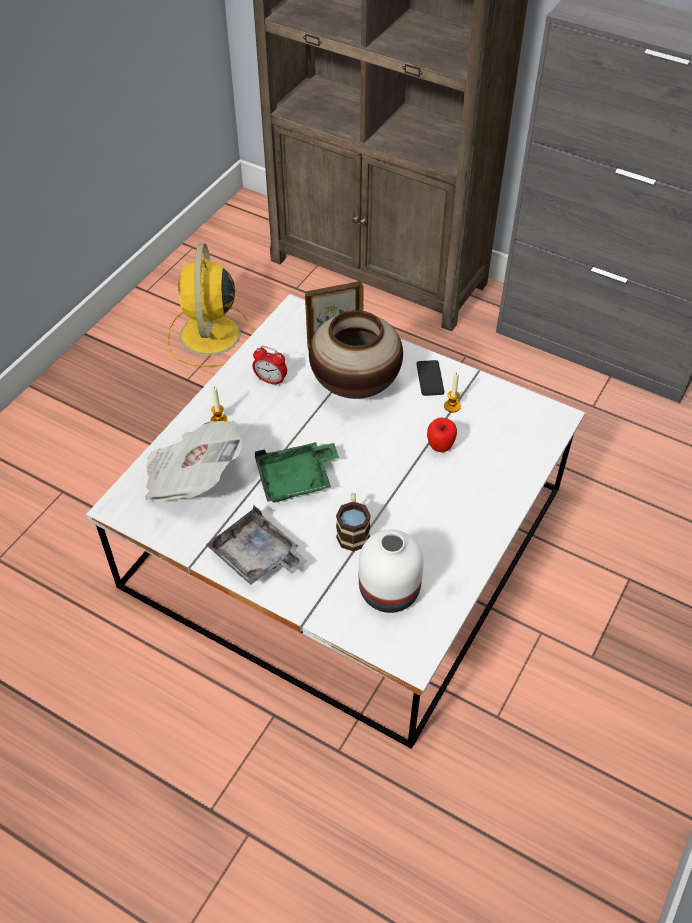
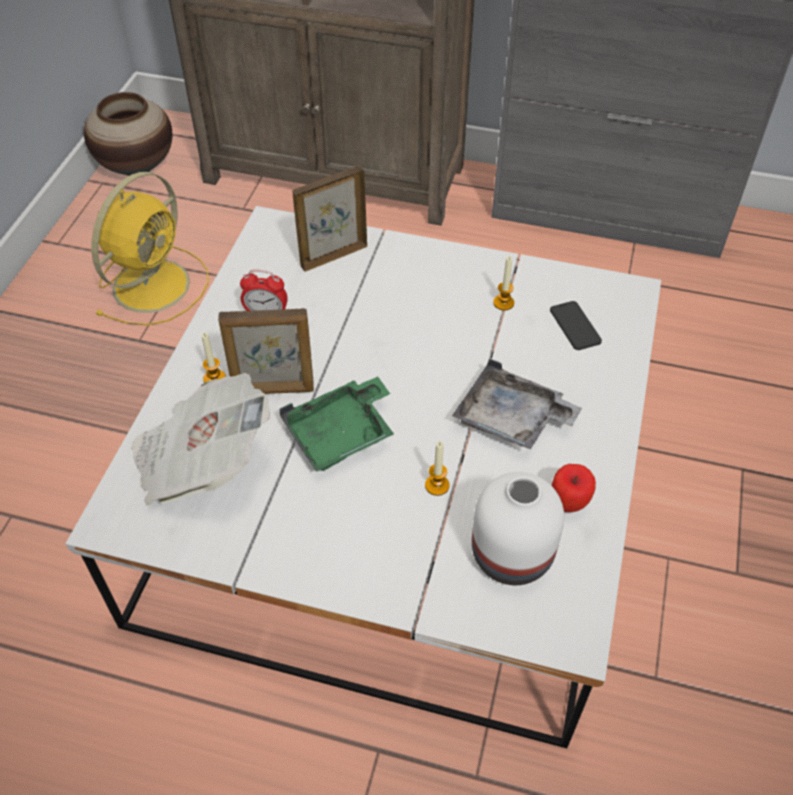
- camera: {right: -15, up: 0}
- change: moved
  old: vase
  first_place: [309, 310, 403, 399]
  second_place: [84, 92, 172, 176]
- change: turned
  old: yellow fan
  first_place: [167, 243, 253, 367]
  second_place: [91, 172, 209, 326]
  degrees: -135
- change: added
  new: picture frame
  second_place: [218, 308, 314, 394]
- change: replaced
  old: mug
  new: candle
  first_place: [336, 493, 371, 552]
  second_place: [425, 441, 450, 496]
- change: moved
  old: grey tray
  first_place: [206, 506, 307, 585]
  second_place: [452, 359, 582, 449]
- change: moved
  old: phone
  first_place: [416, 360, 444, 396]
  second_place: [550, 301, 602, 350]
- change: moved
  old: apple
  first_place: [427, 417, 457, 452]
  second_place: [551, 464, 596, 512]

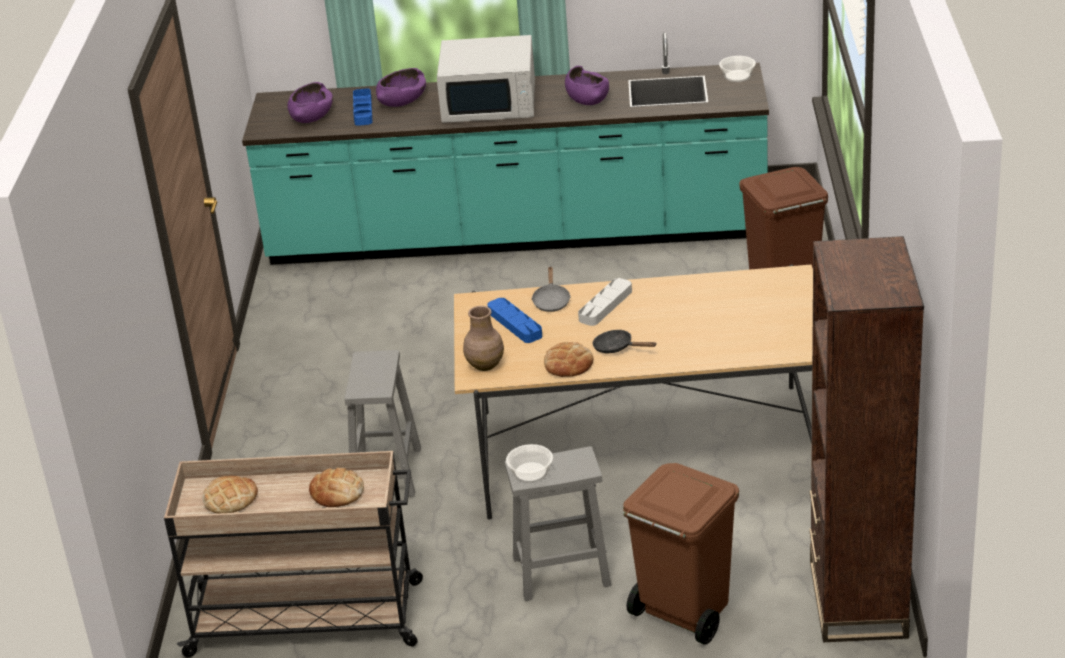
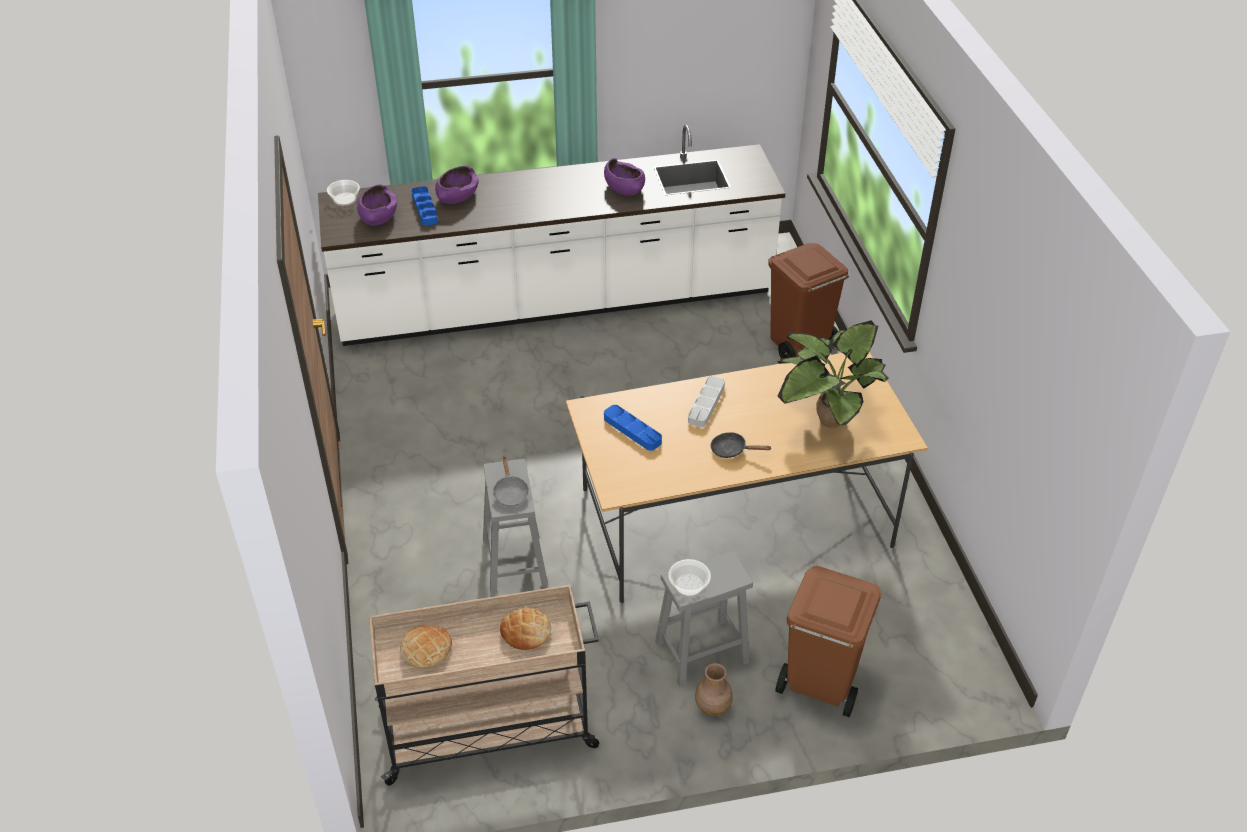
- camera: {right: -15, up: 10}
- change: recoloured
  old: turquoise counter
  new: white counter
  first_place: [242, 32, 769, 265]
  second_place: [318, 125, 786, 346]
- change: moved
  old: bowl
  first_place: [719, 56, 756, 82]
  second_place: [327, 180, 360, 206]
- change: moved
  old: grey frying pan
  first_place: [531, 266, 571, 312]
  second_place: [493, 456, 529, 507]
- change: moved
  old: brown vase
  first_place: [463, 306, 504, 371]
  second_place: [695, 663, 733, 716]
- change: added
  new: potted plant
  second_place: [777, 320, 889, 428]
- change: removed
  old: white microwave
  first_place: [437, 35, 535, 123]
- change: removed
  old: bread
  first_place: [544, 342, 594, 377]
- change: removed
  old: brown bookcase
  first_place: [809, 236, 924, 642]

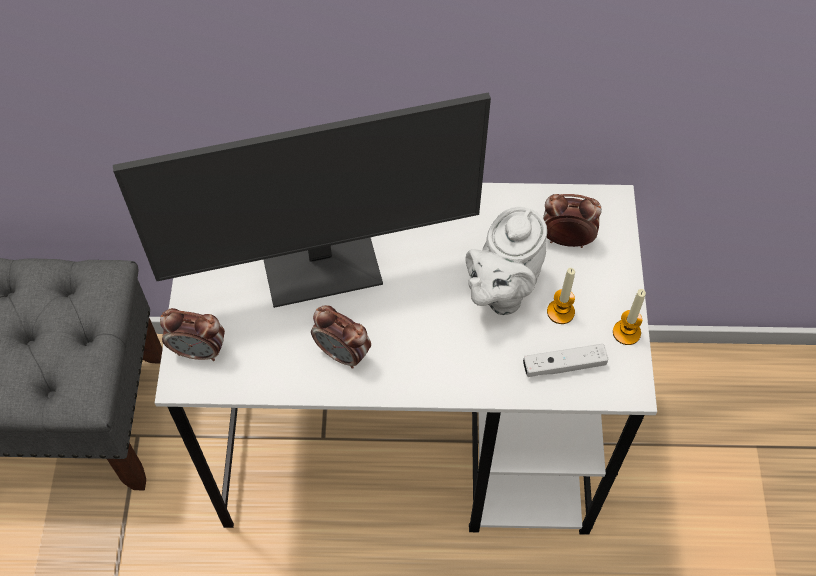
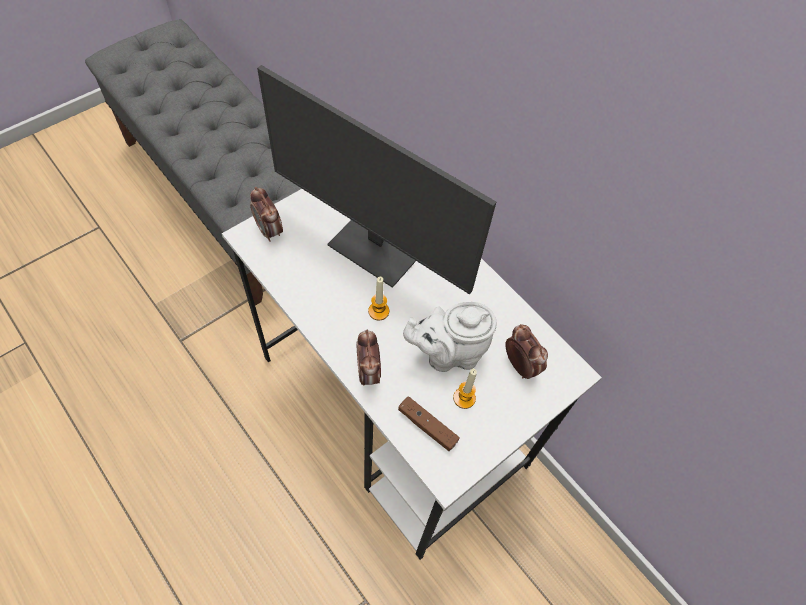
- camera: {right: 45, up: 0}
- change: moved
  old: alarm clock
  first_place: [311, 305, 371, 369]
  second_place: [356, 330, 381, 386]
- change: moved
  old: candle
  first_place: [613, 289, 646, 345]
  second_place: [368, 277, 389, 321]
- change: recoloured
  old: white game controller
  new: brown game controller
  first_place: [523, 344, 609, 377]
  second_place: [398, 396, 460, 451]

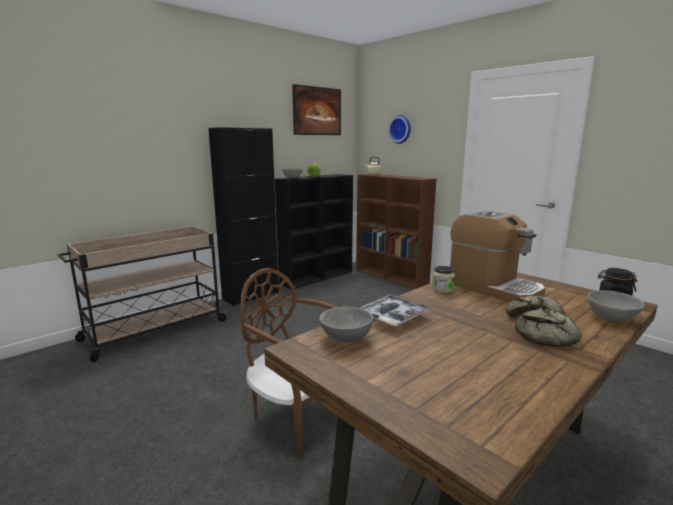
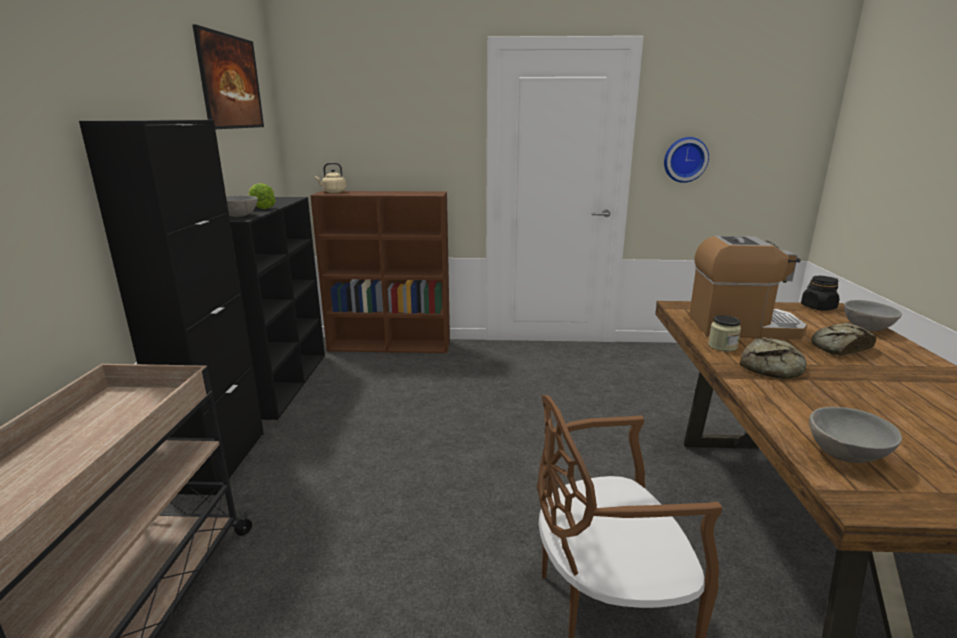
- camera: {right: -45, up: 5}
- change: moved
  old: wall clock
  first_place: [388, 115, 411, 144]
  second_place: [664, 137, 709, 183]
- change: moved
  old: bread
  first_place: [515, 308, 582, 347]
  second_place: [740, 337, 806, 379]
- change: removed
  old: tray
  first_place: [360, 295, 433, 327]

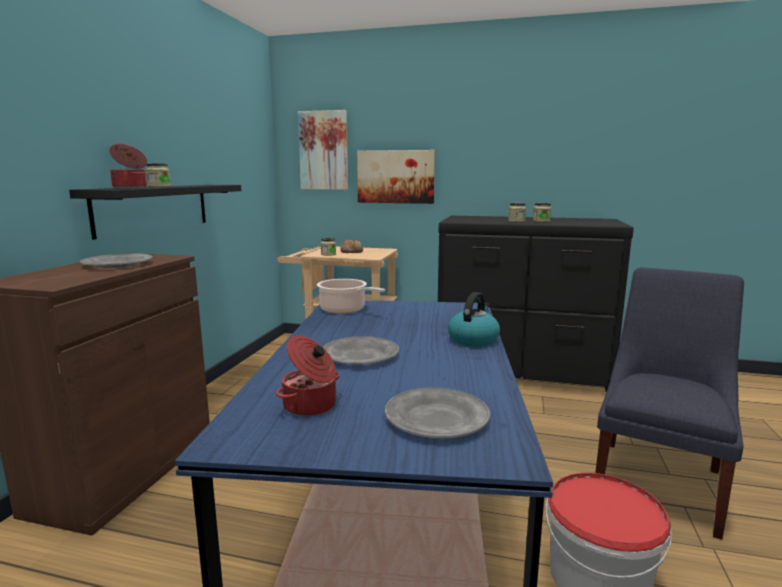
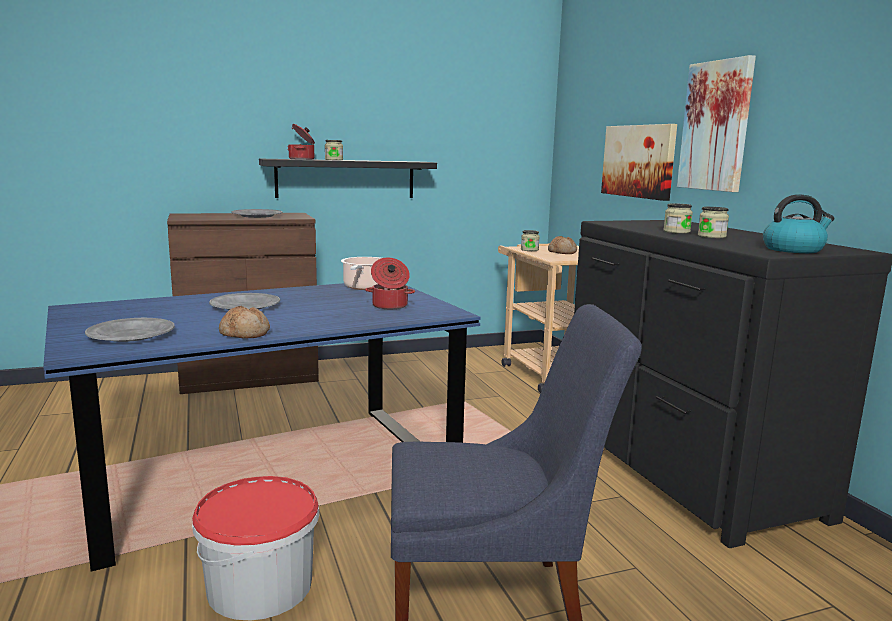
- camera: {right: 55, up: 0}
- change: added
  new: bread
  second_place: [219, 306, 270, 339]
- change: moved
  old: cooking pot
  first_place: [276, 335, 340, 416]
  second_place: [365, 257, 415, 309]
- change: moved
  old: picture
  first_place: [298, 110, 348, 190]
  second_place: [677, 55, 756, 192]
- change: moved
  old: kettle
  first_place: [448, 292, 500, 347]
  second_place: [763, 194, 835, 253]

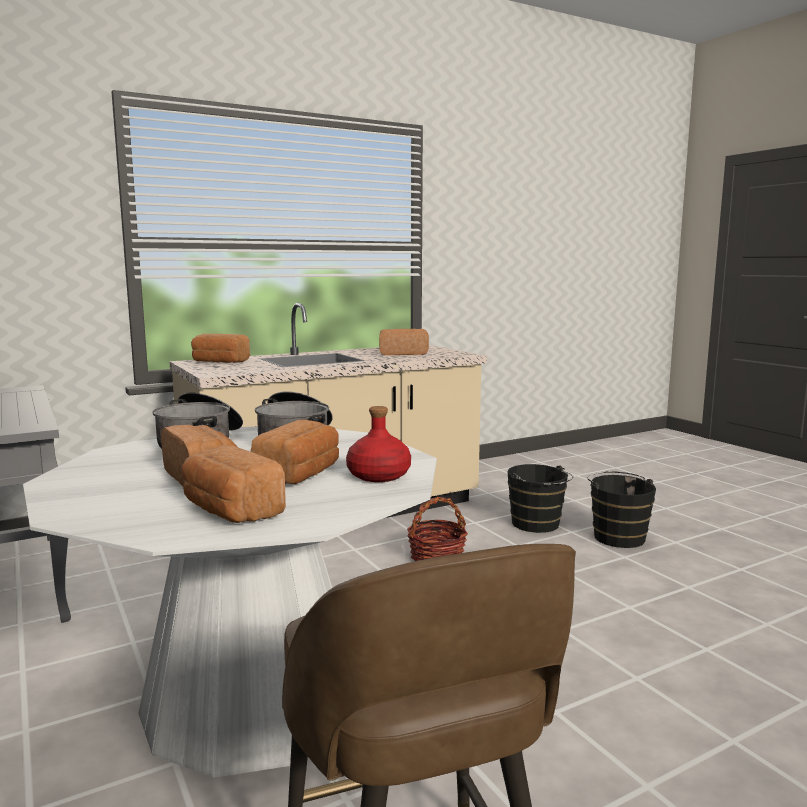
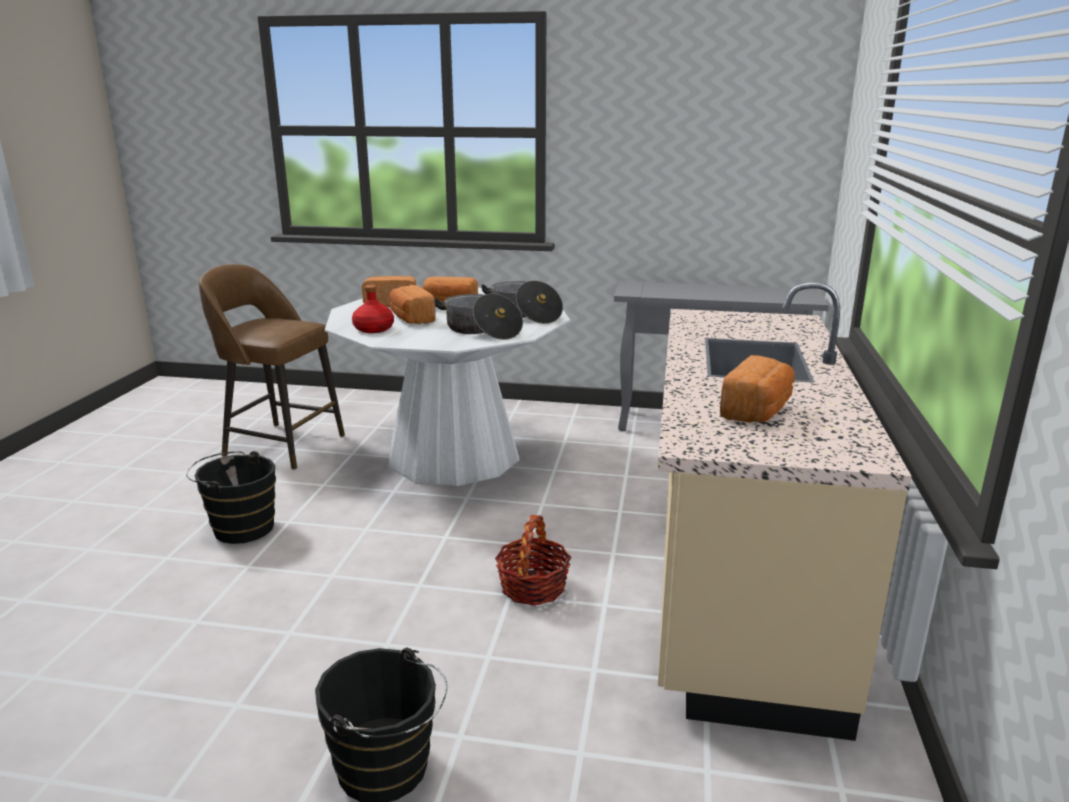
- camera: {right: 130, up: 10}
- change: moved
  old: black bucket
  first_place: [508, 464, 573, 533]
  second_place: [186, 451, 276, 544]
- change: removed
  old: bread
  first_place: [191, 334, 250, 363]

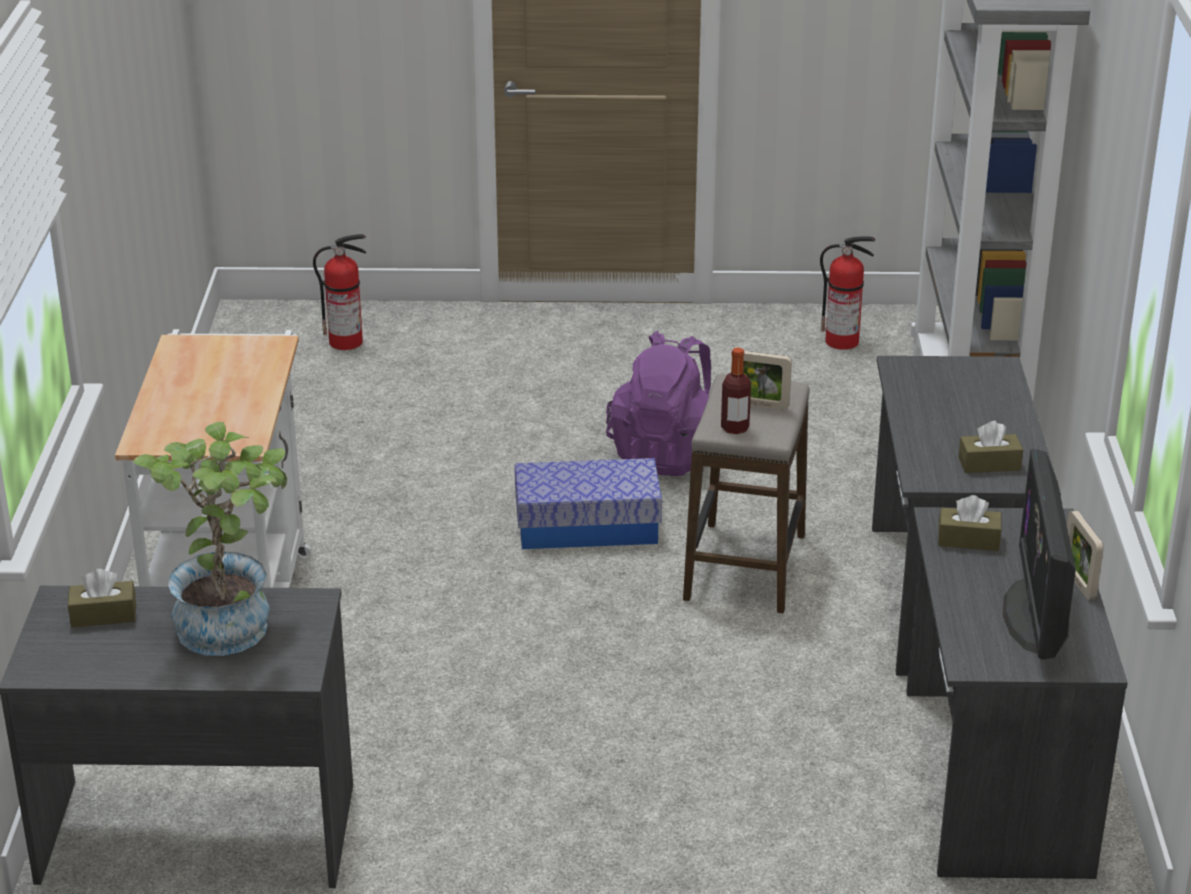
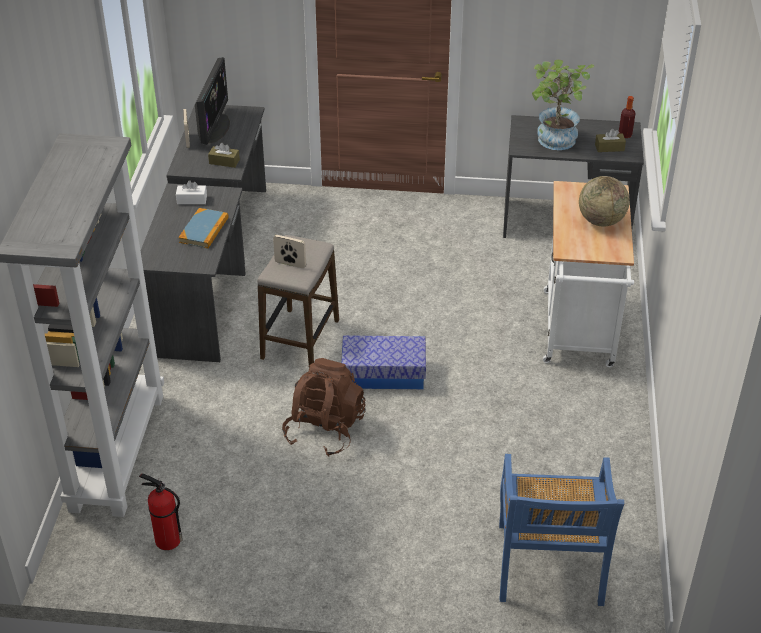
- camera: {right: -175, up: 10}
- change: recoloured
  old: brown tissue box
  new: white tissue box
  first_place: [958, 421, 1023, 473]
  second_place: [176, 180, 207, 204]
- change: added
  new: book
  second_place: [178, 208, 229, 248]
- change: recoloured
  old: purple backpack
  new: brown backpack
  first_place: [606, 331, 711, 476]
  second_place: [282, 358, 366, 457]
- change: replaced
  old: fire extinguisher
  new: blue chair
  first_place: [313, 234, 366, 350]
  second_place: [499, 454, 624, 606]
- change: added
  new: globe
  second_place: [579, 176, 630, 227]
- change: moved
  old: bottle
  first_place: [721, 347, 751, 434]
  second_place: [618, 96, 636, 138]

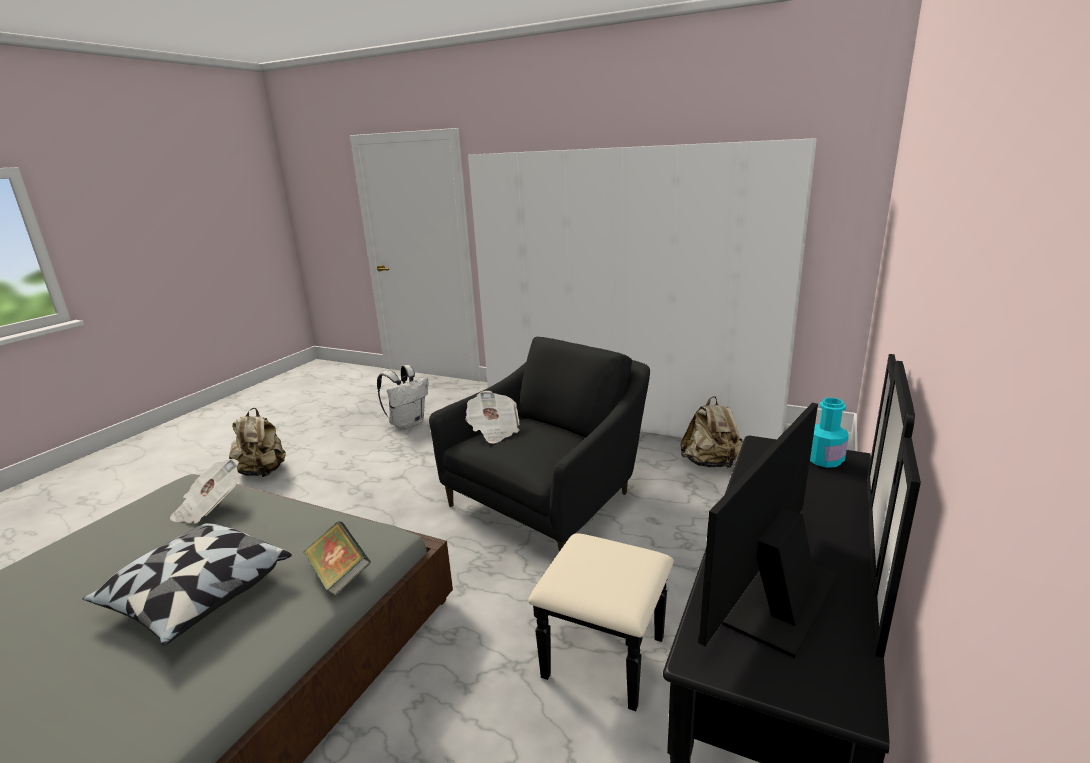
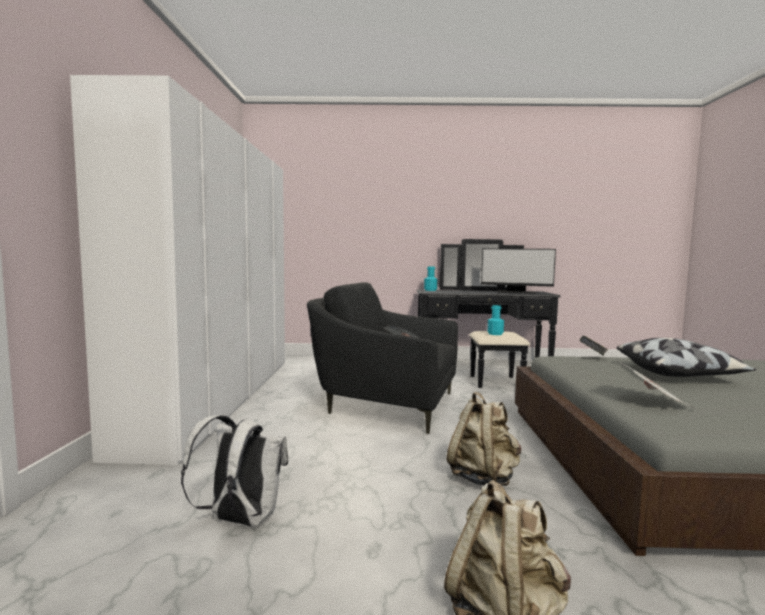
- camera: {right: -115, up: -15}
- change: moved
  old: beige backpack
  first_place: [681, 396, 743, 468]
  second_place: [447, 391, 521, 486]
- change: added
  new: turquoise bottle
  second_place: [487, 305, 504, 335]

